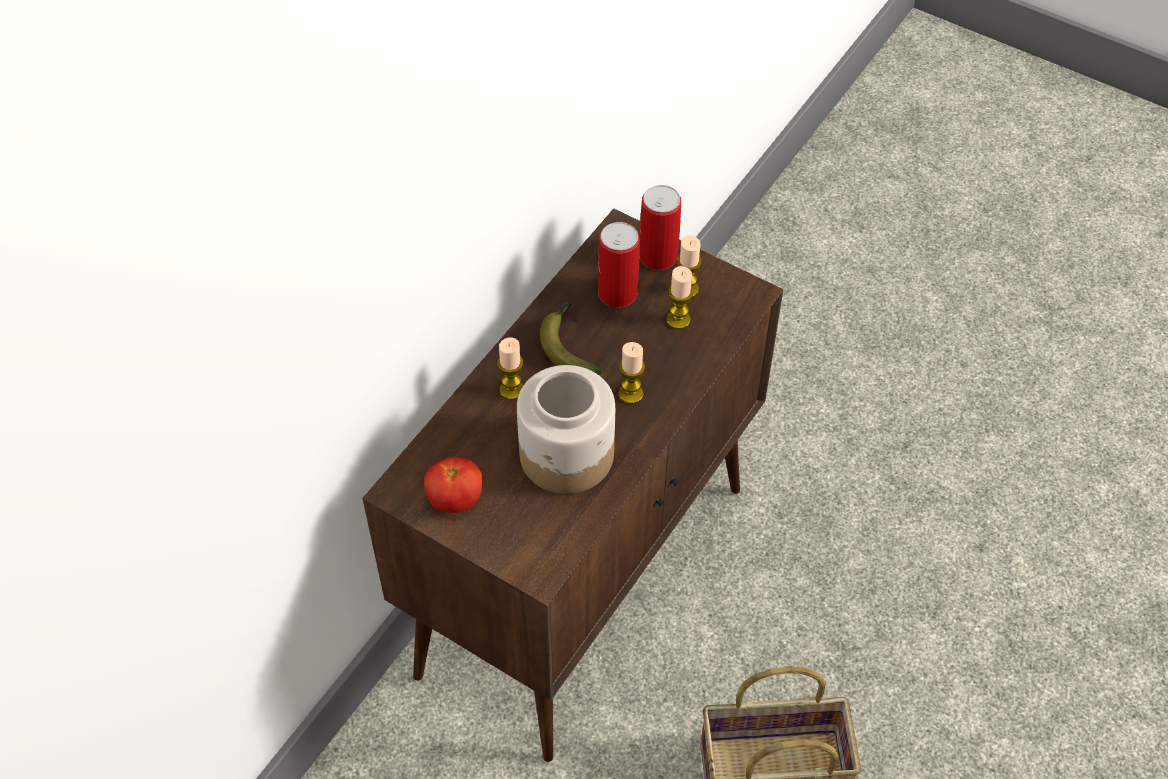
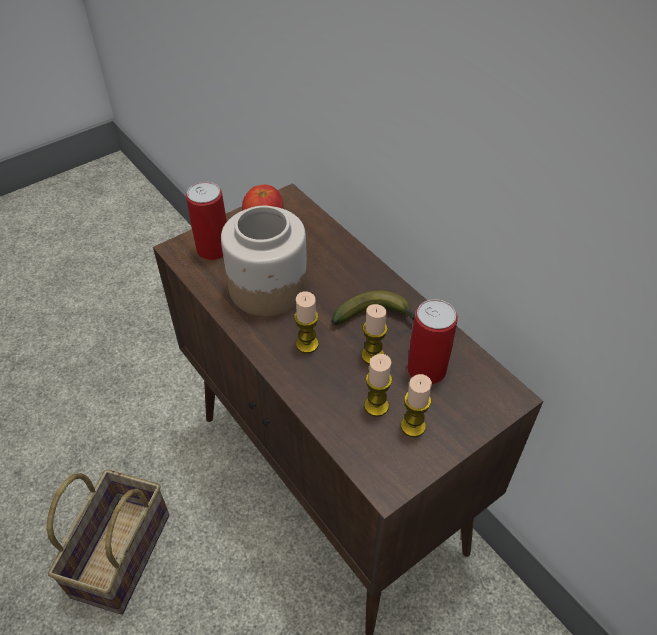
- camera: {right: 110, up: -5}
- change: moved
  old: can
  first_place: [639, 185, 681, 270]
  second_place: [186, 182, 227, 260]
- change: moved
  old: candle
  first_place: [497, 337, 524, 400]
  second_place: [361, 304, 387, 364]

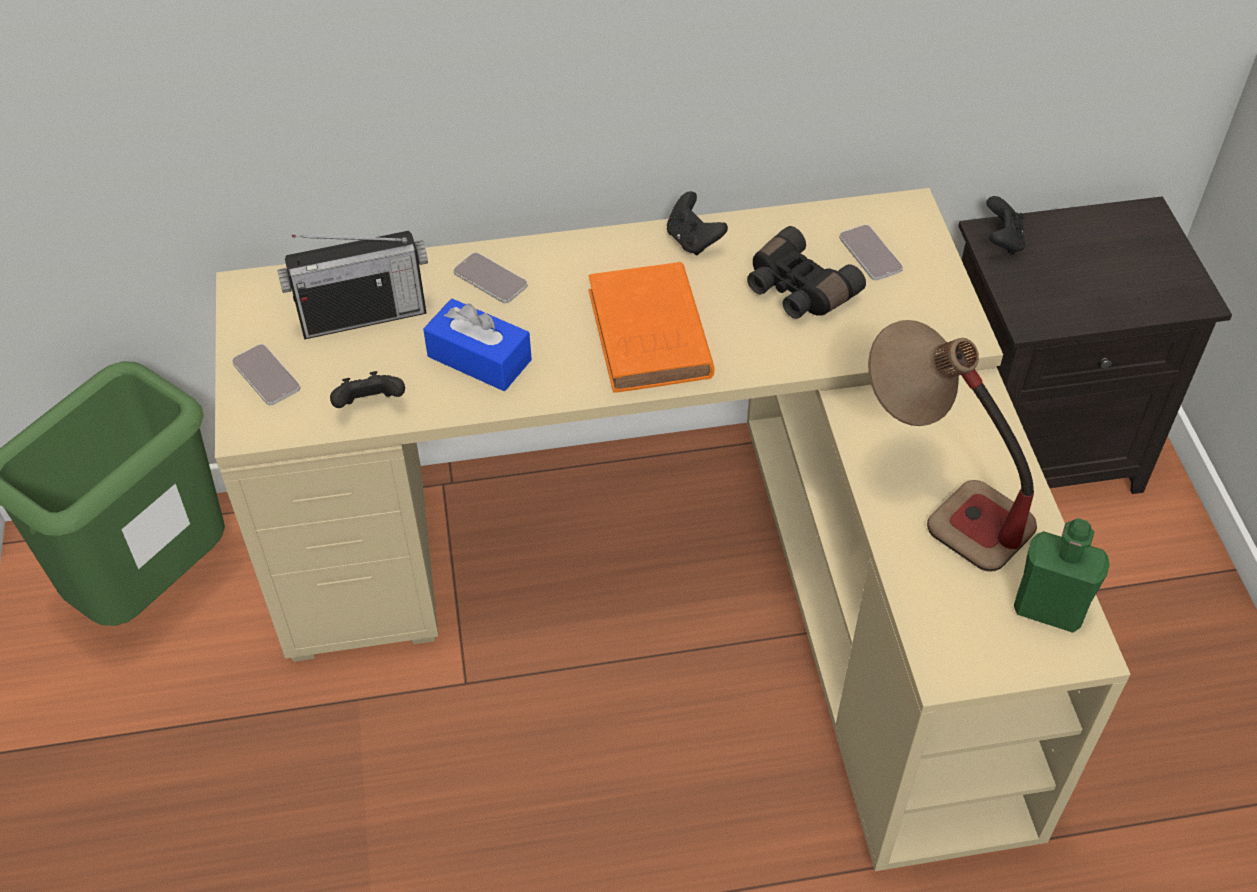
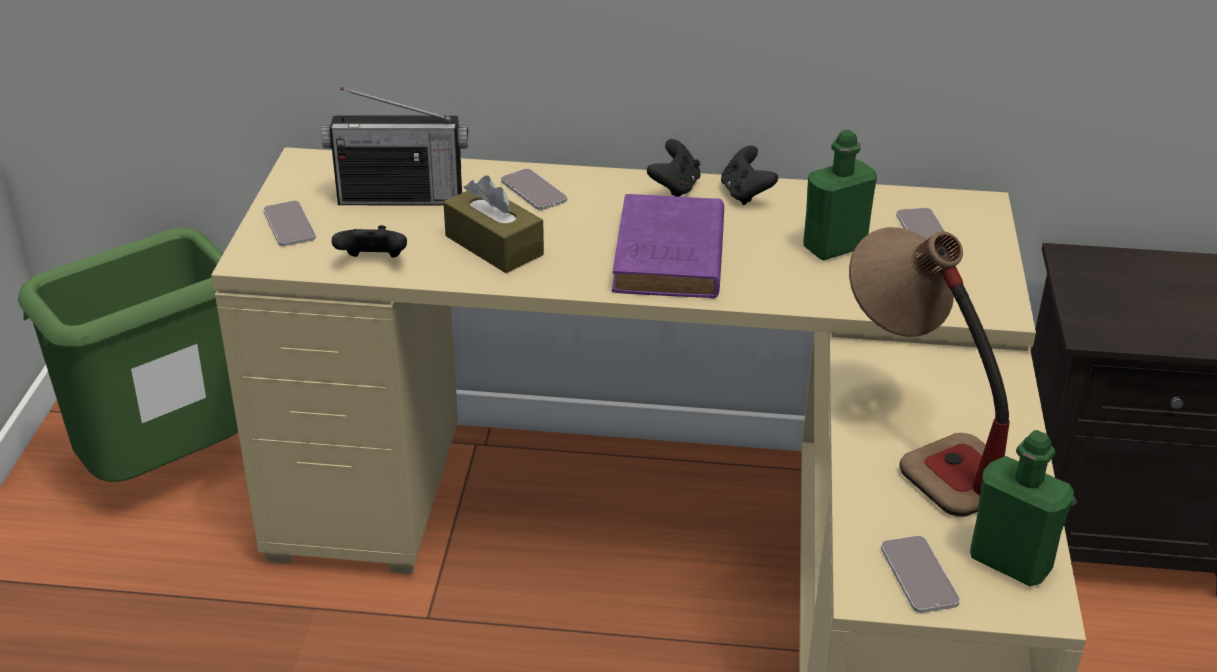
- camera: {right: 15, up: -15}
- change: recoloured
  old: blue tissue box
  new: brown tissue box
  first_place: [423, 299, 532, 391]
  second_place: [443, 176, 544, 273]
- change: recoloured
  old: orange book
  new: purple book
  first_place: [589, 262, 715, 393]
  second_place: [612, 194, 724, 299]
- change: moved
  old: black game controller
  first_place: [986, 196, 1025, 255]
  second_place: [647, 139, 700, 197]
- change: replaced
  old: black binoculars
  new: green bottle
  first_place: [747, 226, 866, 319]
  second_place: [803, 130, 877, 260]
- change: added
  new: phone
  second_place: [881, 535, 960, 613]

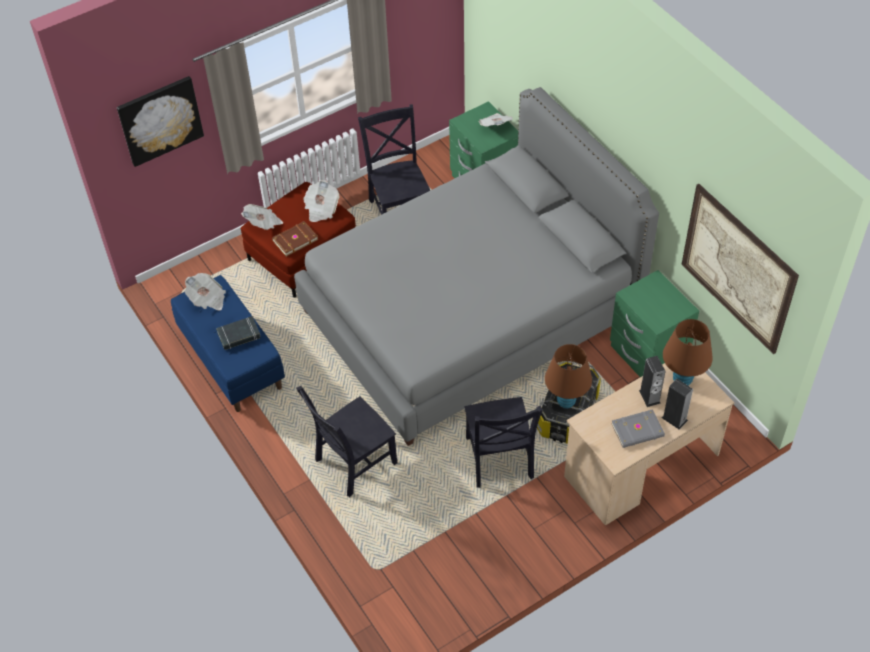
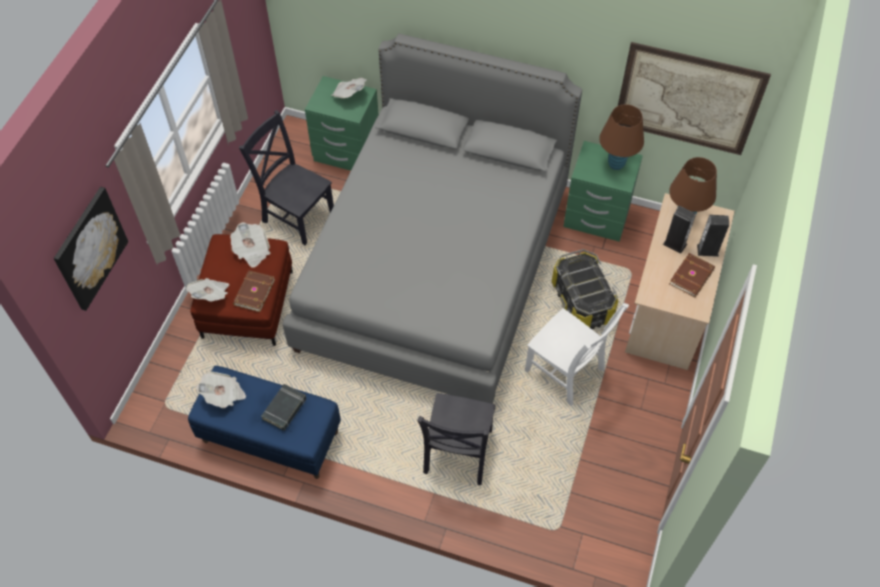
- camera: {right: -40, up: 5}
- change: recoloured
  old: black chair
  new: white chair
  first_place: [464, 397, 543, 488]
  second_place: [525, 303, 629, 406]
- change: moved
  old: brown table lamp
  first_place: [545, 344, 592, 409]
  second_place: [599, 104, 644, 170]
- change: recoloured
  old: grey book
  new: brown book
  first_place: [612, 409, 665, 448]
  second_place: [669, 253, 715, 297]

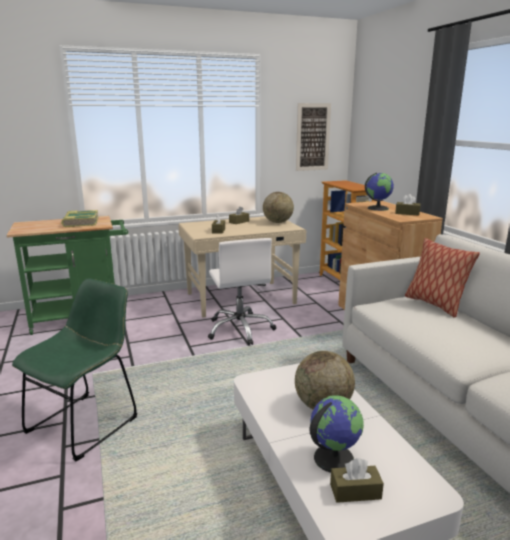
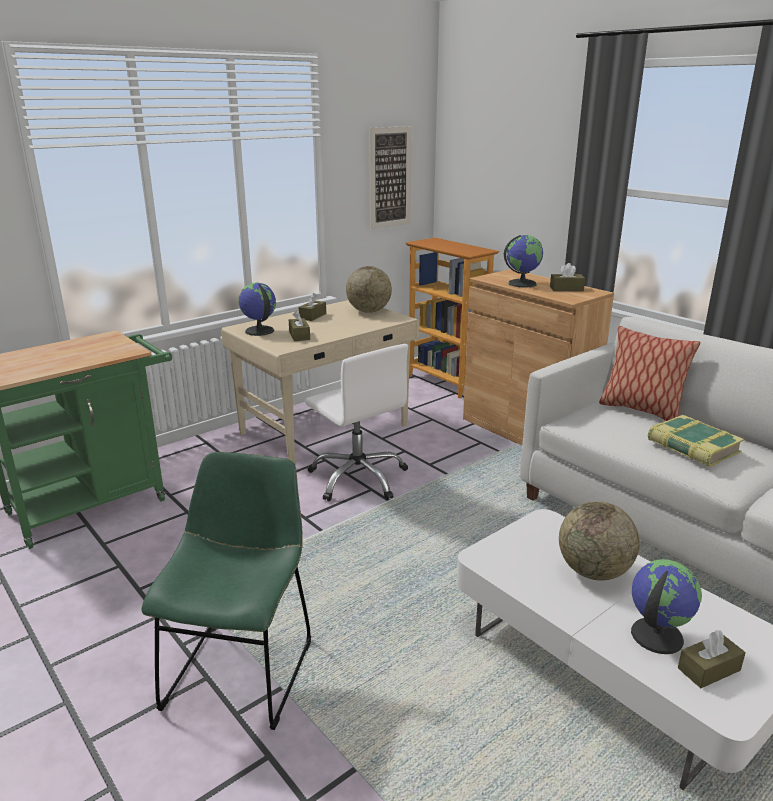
- camera: {right: -20, up: 5}
- change: added
  new: globe
  second_place: [238, 283, 276, 336]
- change: moved
  old: book
  first_place: [61, 210, 98, 227]
  second_place: [648, 415, 744, 467]

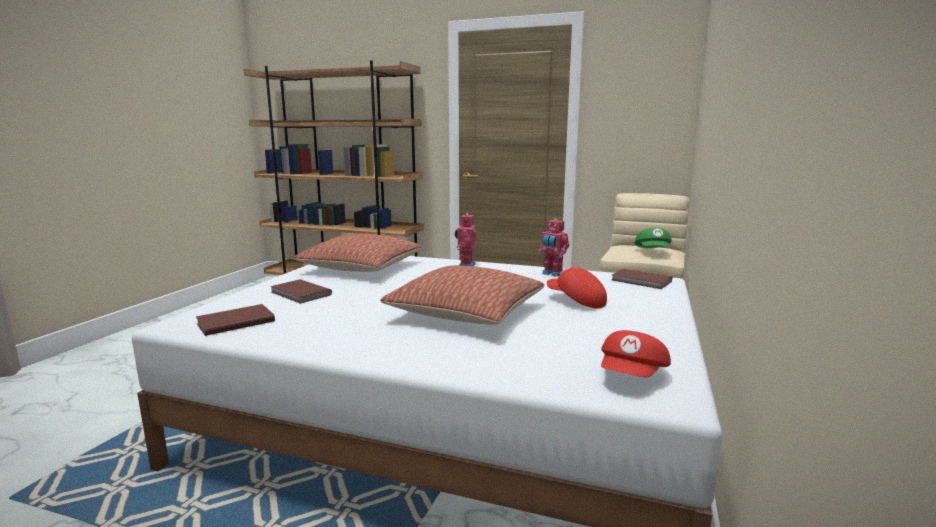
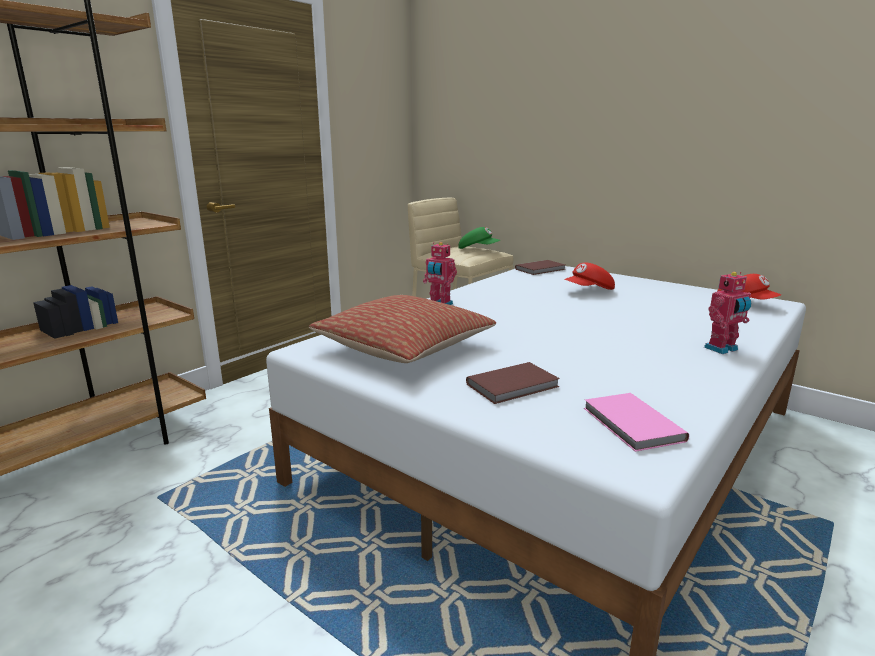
- camera: {right: -70, up: 5}
- change: recoloured
  old: brown book
  new: pink book
  first_place: [196, 304, 275, 336]
  second_place: [584, 393, 689, 452]
- change: moved
  old: toy robot
  first_place: [539, 218, 570, 277]
  second_place: [704, 272, 751, 354]
- change: removed
  old: pillow
  first_place: [381, 265, 544, 325]

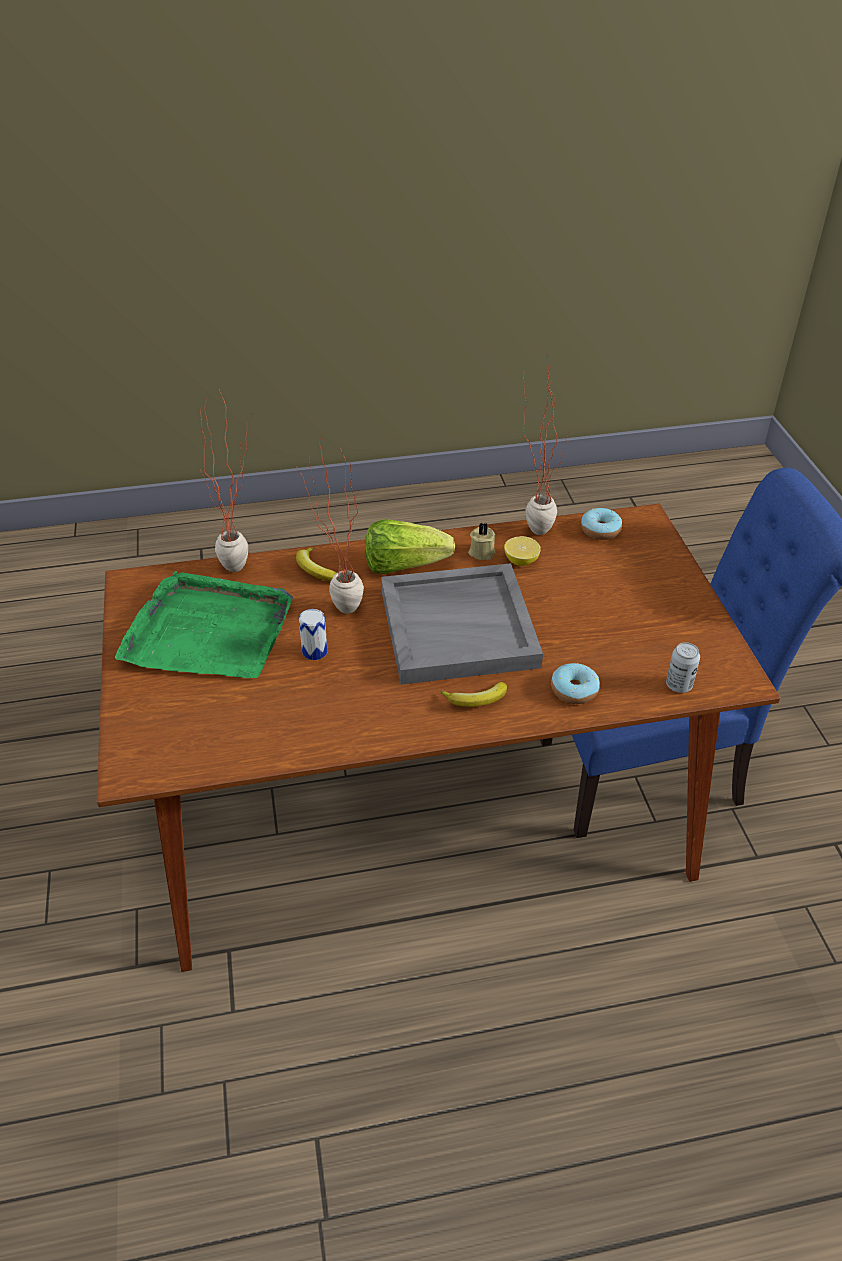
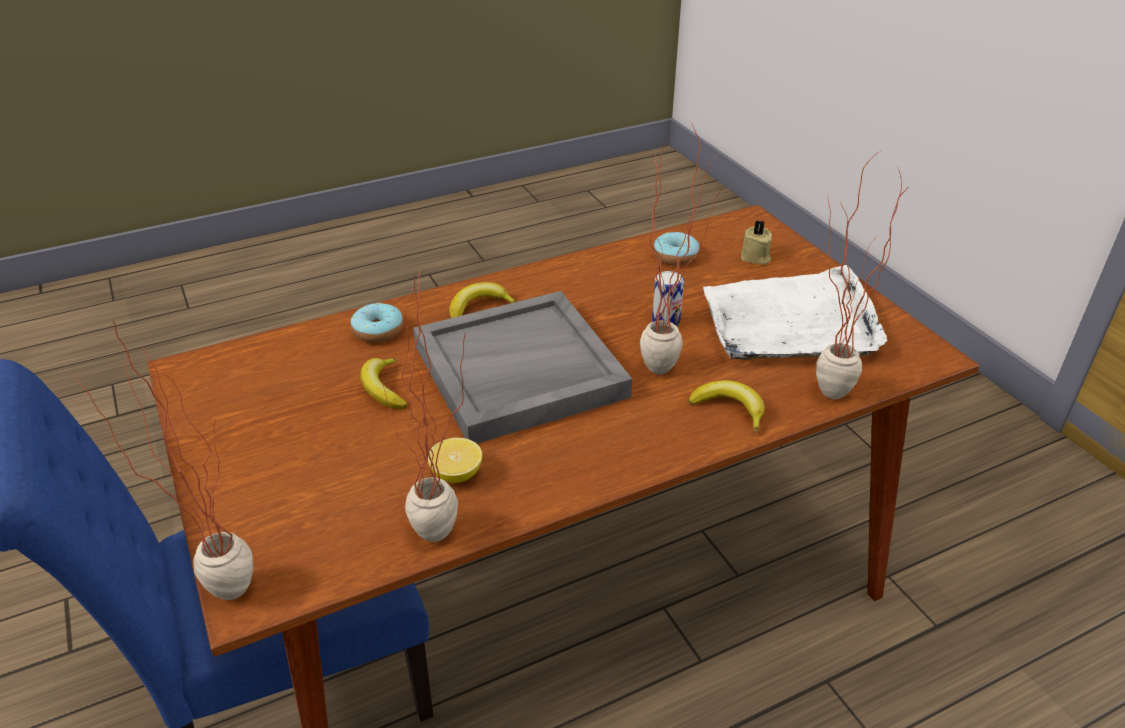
- camera: {right: 165, up: -5}
- change: added
  new: potted plant
  second_place: [74, 320, 253, 600]
- change: added
  new: banana
  second_place: [360, 358, 407, 409]
- change: moved
  old: donut
  first_place: [581, 508, 622, 540]
  second_place: [654, 232, 699, 266]
- change: recoloured
  old: green tray
  new: white tray
  first_place: [115, 571, 293, 678]
  second_place: [703, 265, 887, 360]
- change: moved
  old: beige candle
  first_place: [468, 523, 496, 560]
  second_place: [741, 220, 772, 265]
- change: removed
  old: lettuce
  first_place: [365, 519, 455, 574]
- change: removed
  old: can
  first_place: [666, 642, 700, 693]

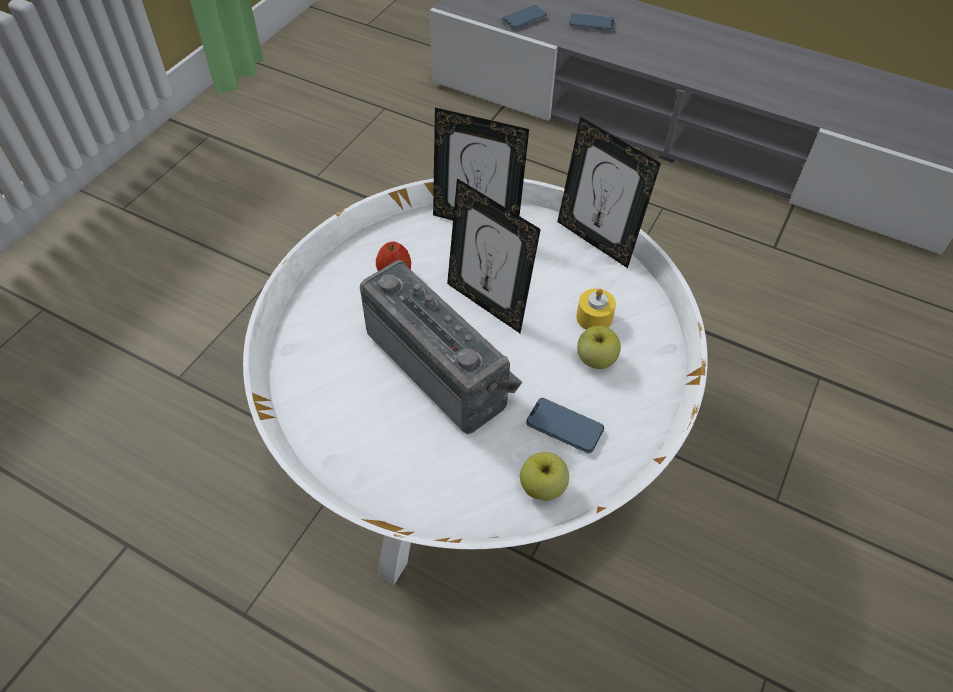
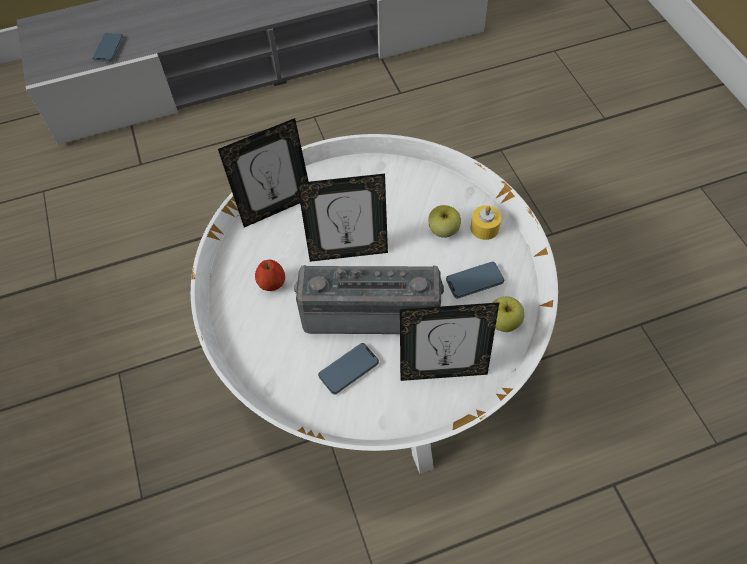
- camera: {right: -45, up: 5}
- change: moved
  old: phone
  first_place: [569, 13, 614, 31]
  second_place: [318, 343, 379, 395]
- change: moved
  old: picture frame
  first_place: [557, 117, 661, 268]
  second_place: [400, 302, 499, 381]
- change: moved
  old: yellow candle
  first_place: [576, 289, 616, 329]
  second_place: [471, 205, 501, 240]

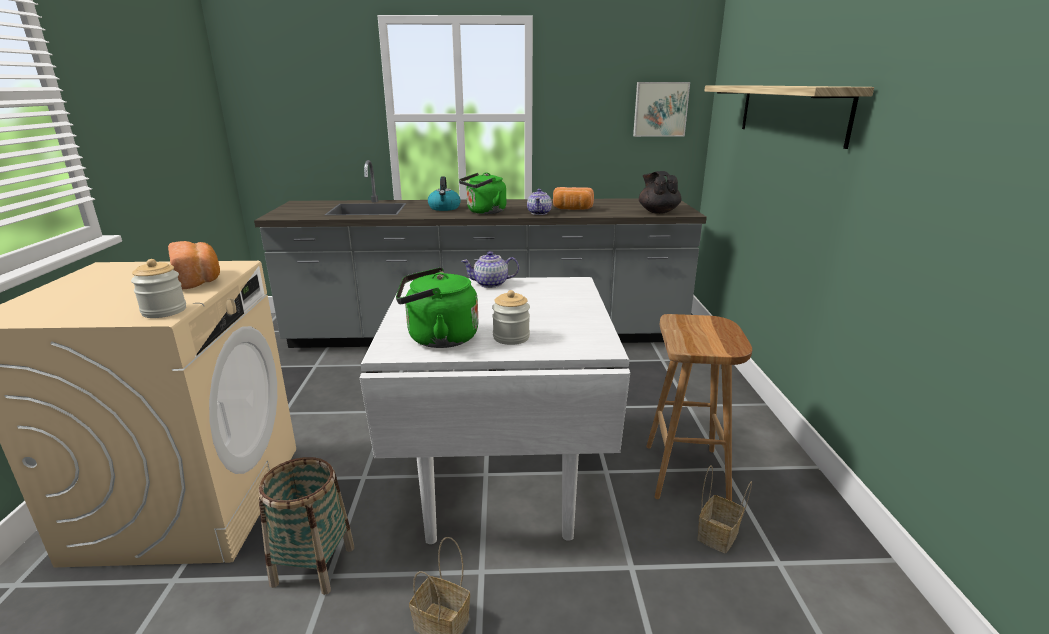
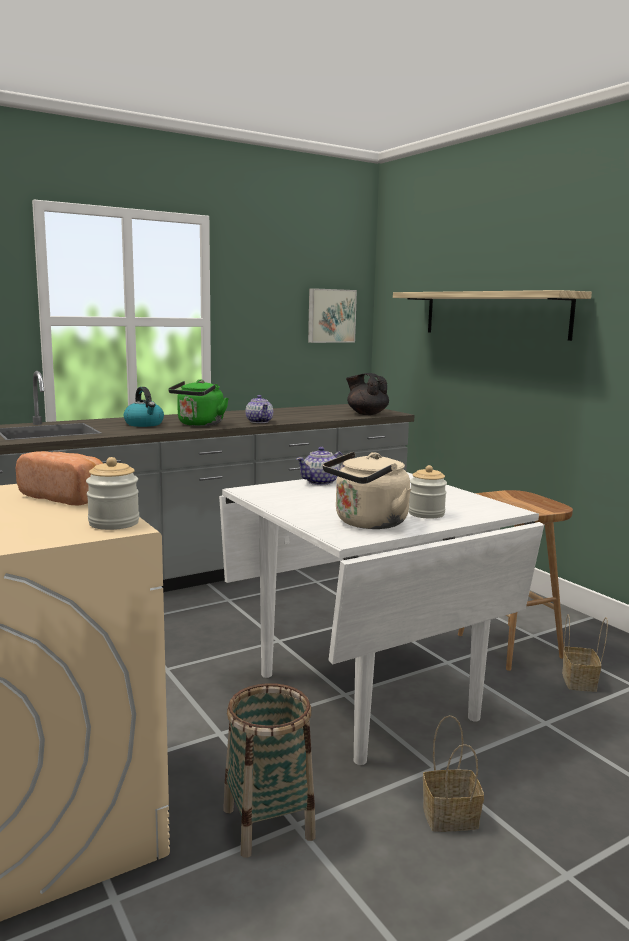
- camera: {right: -30, up: -10}
- change: recoloured
  old: green kettle
  new: beige kettle
  first_place: [396, 267, 478, 348]
  second_place: [323, 452, 411, 529]
- change: removed
  old: bread
  first_place: [553, 187, 594, 210]

